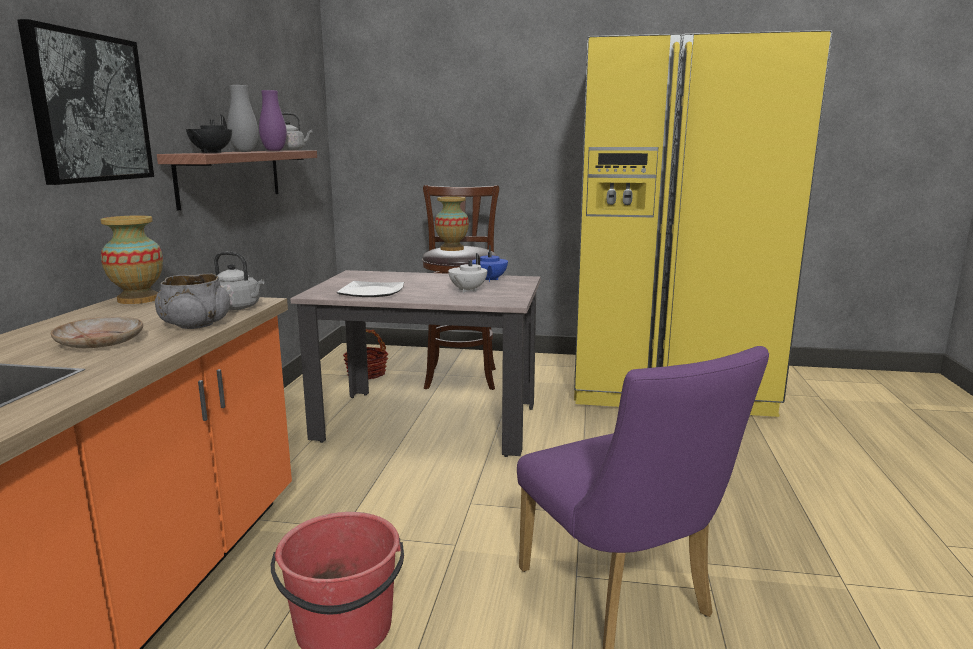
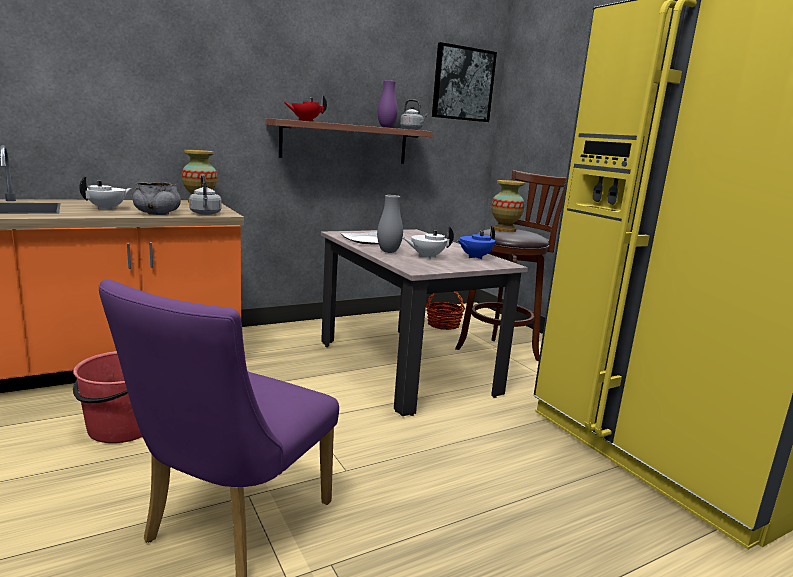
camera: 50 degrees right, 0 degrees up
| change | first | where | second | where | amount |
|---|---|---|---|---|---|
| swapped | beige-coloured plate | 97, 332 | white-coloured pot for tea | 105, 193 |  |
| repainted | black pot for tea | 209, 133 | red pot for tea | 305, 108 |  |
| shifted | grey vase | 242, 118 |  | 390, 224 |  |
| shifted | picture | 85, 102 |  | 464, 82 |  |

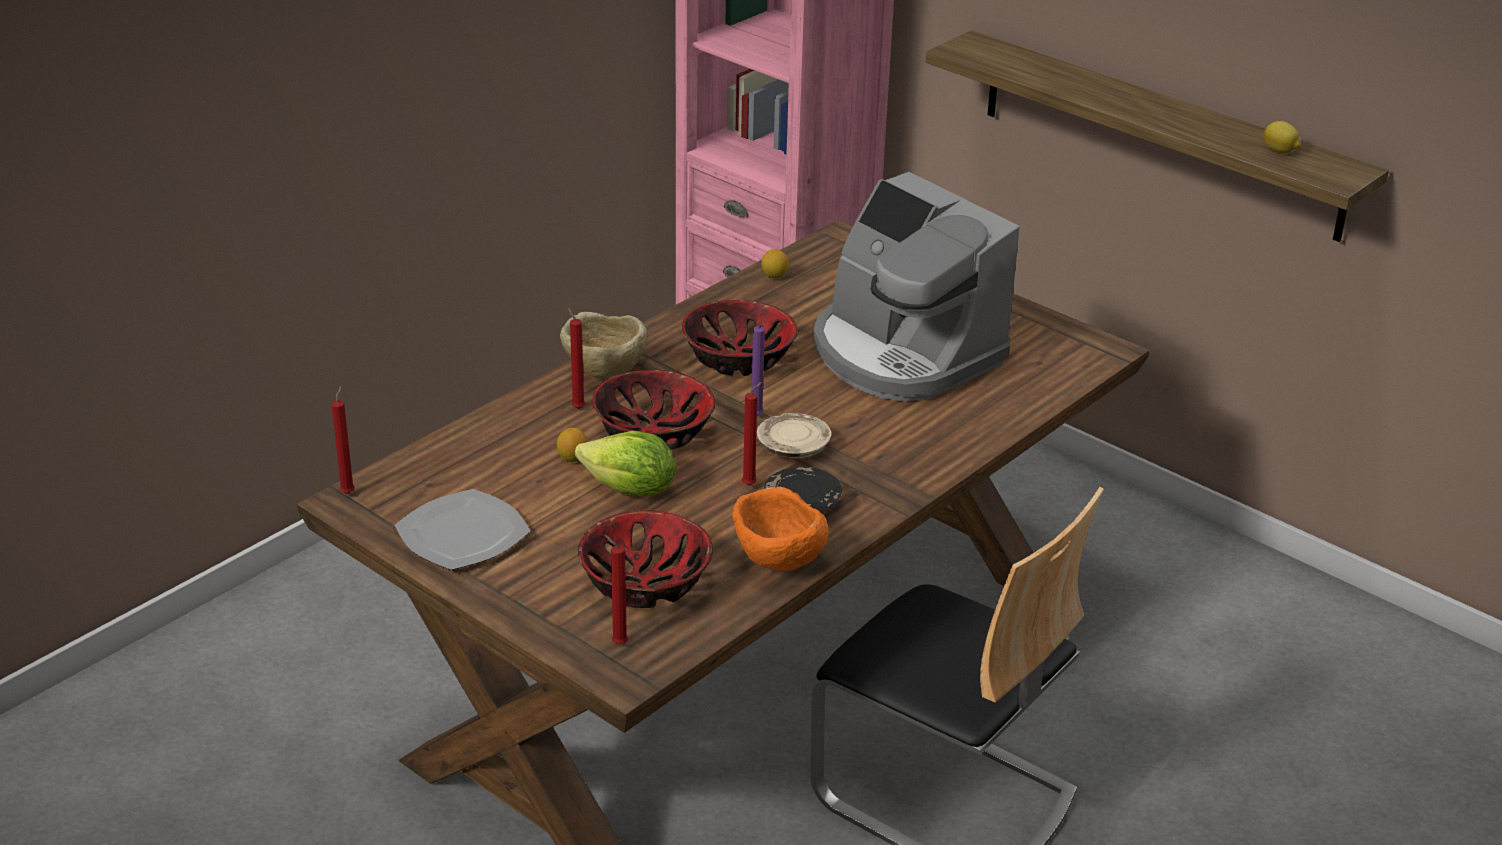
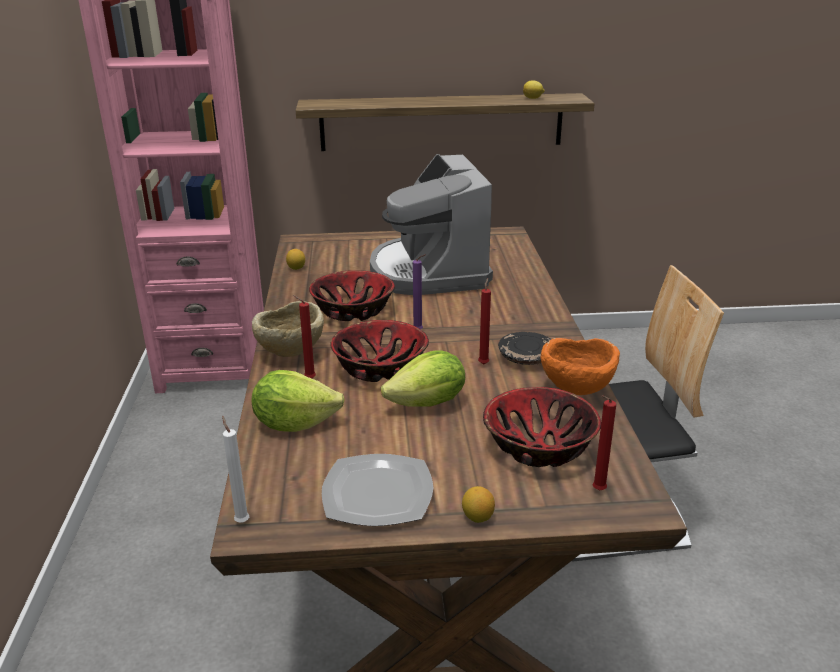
camera: 45 degrees left, 5 degrees down
| change | first | where | second | where | amount |
|---|---|---|---|---|---|
| repainted | red wax candle | 343, 440 | white-coloured wax candle | 235, 469 |  |
| new |  |  | lettuce head | 298, 401 |  |
| rotated | coffee maker | 916, 287 |  | 431, 224 | 75 degrees clockwise |
| shifted | whole lemon | 572, 445 |  | 478, 504 |  |
| gone | beige-coloured plate | 794, 435 |  |  |  |

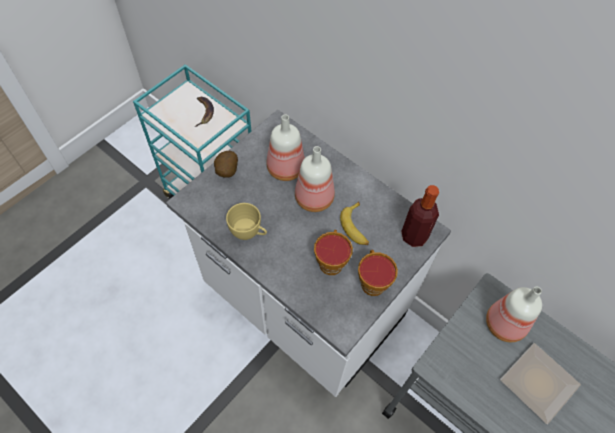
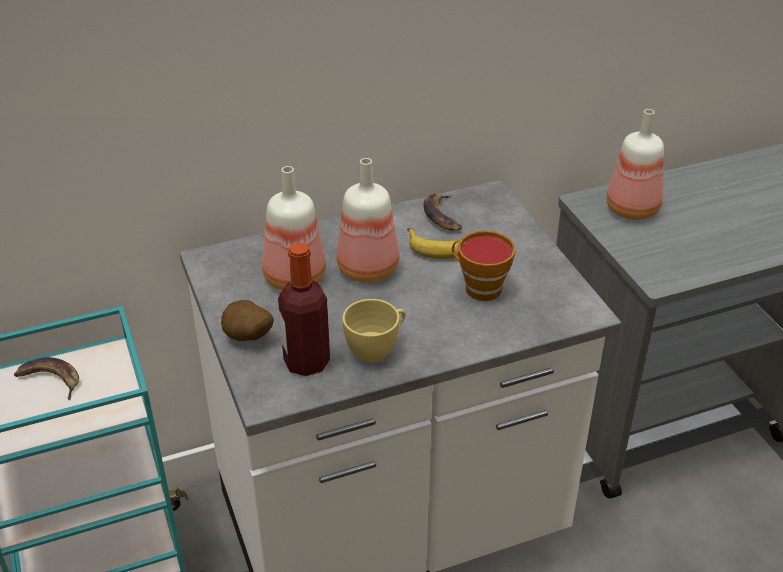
camera: 60 degrees left, 20 degrees down
| change | first | where | second | where | amount |
|---|---|---|---|---|---|
| shifted | bottle | 420, 216 |  | 304, 309 |  |
| new |  |  | banana | 443, 212 |  |
| gone | small cup | 378, 273 |  |  |  |
| gone | plate | 540, 383 |  |  |  |

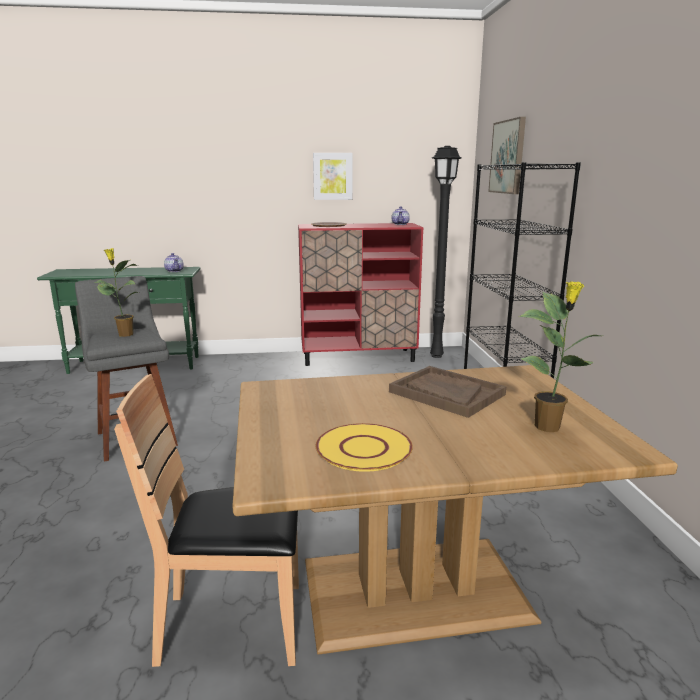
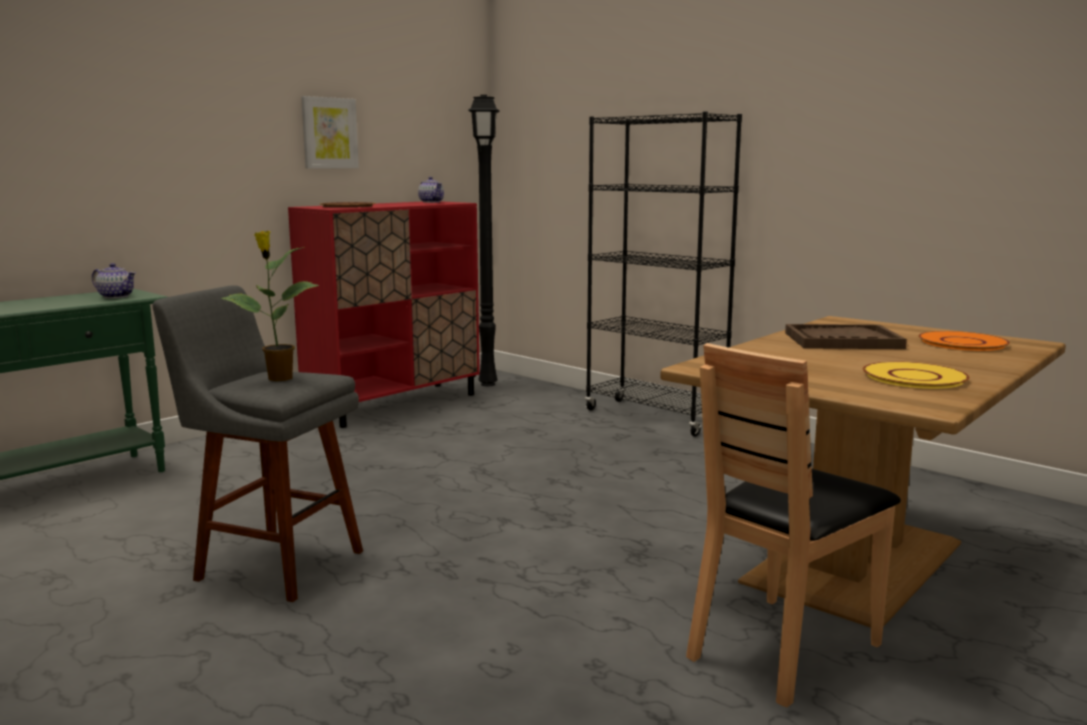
camera: 40 degrees left, 5 degrees down
| change | first | where | second | where | amount |
|---|---|---|---|---|---|
| swapped | plant in a pot | 560, 356 | orangey plate | 964, 341 |  |
| gone | picture | 507, 155 |  |  |  |

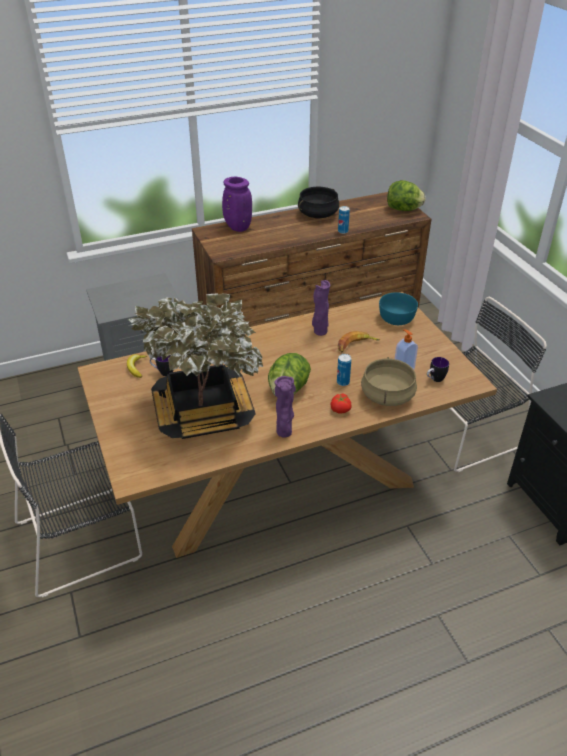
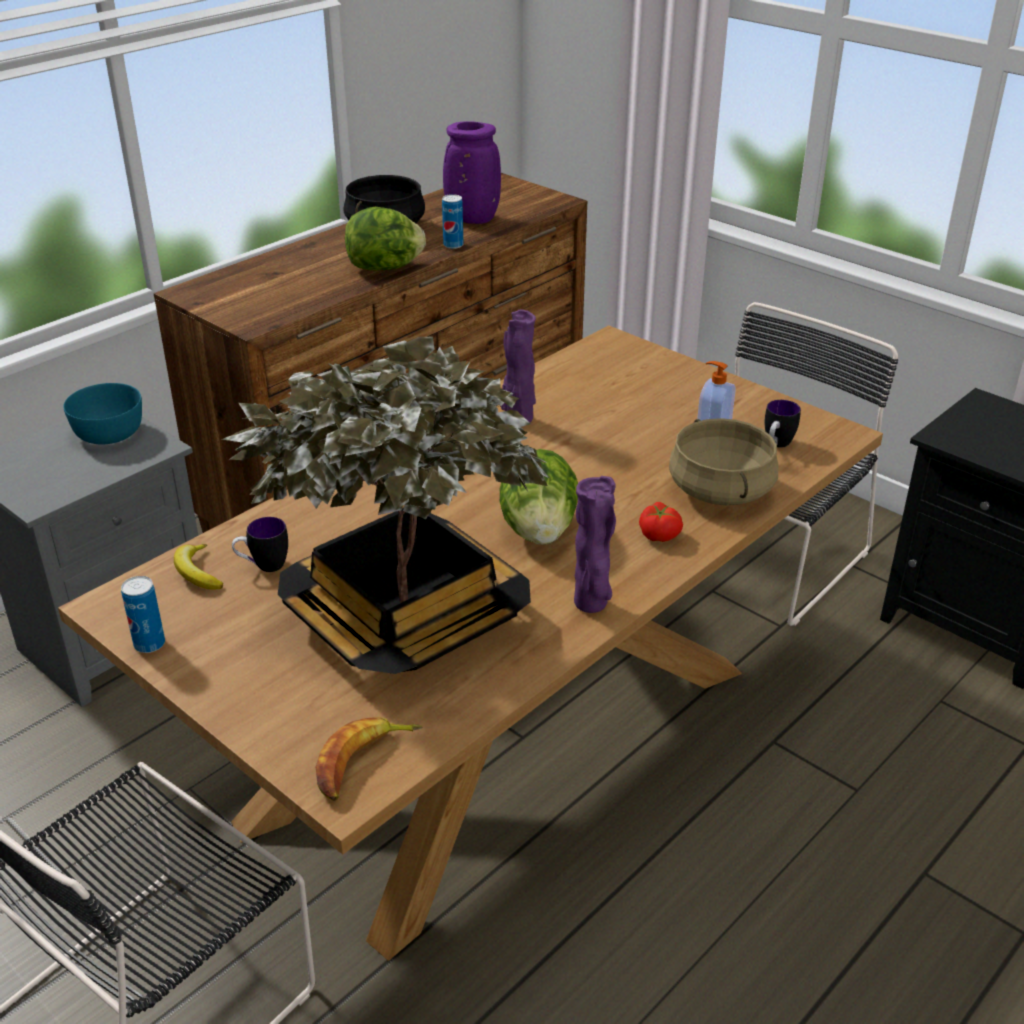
camera: 25 degrees left, 5 degrees down
| change | first | where | second | where | amount |
|---|---|---|---|---|---|
| shifted | turquoise-coloured bowl | 398, 308 |  | 102, 414 |  |
| shifted | metal can | 344, 370 |  | 143, 614 |  |
| shifted | banana | 359, 341 |  | 369, 759 |  |
| shifted | lettuce head | 406, 195 |  | 385, 239 |  |
| shifted | purple-coloured vase | 237, 204 |  | 472, 172 |  |

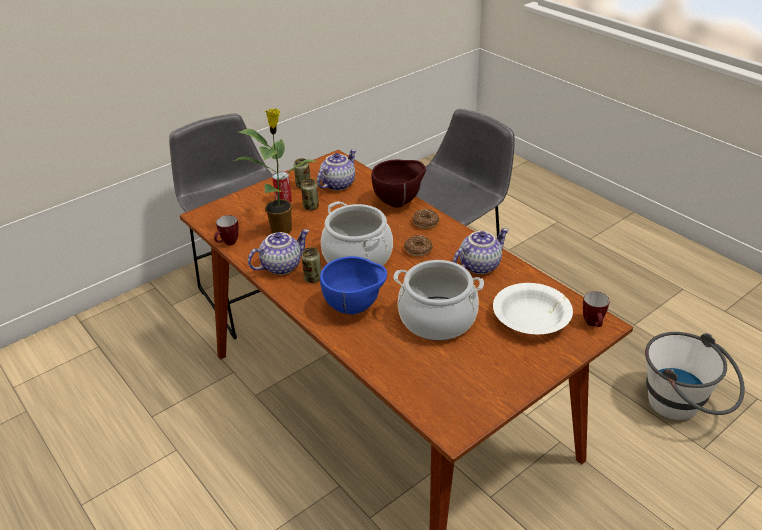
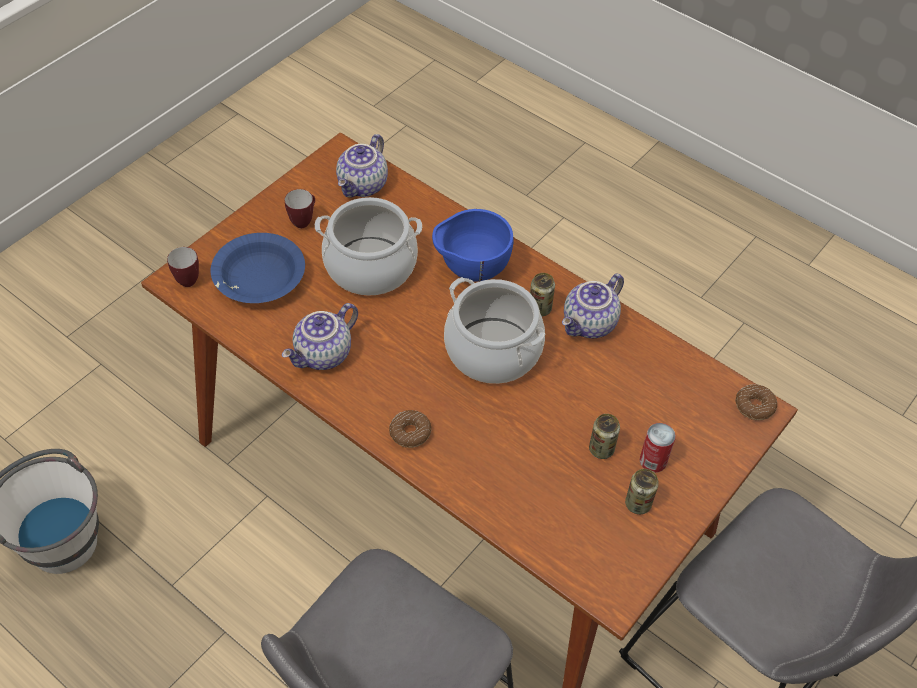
camera: 165 degrees right, 15 degrees up
| change | first | where | second | where | amount |
|---|---|---|---|---|---|
| repainted | white-coloured bowl | 533, 308 | blue bowl | 258, 268 |  |
| shifted | coffee mug | 226, 230 |  | 300, 208 |  |
| shifted | pot for tea | 337, 170 |  | 362, 166 |  |
| shifted | doughnut | 418, 245 |  | 756, 402 |  |
| gone | plant in a pot | 276, 171 |  |  |  |
| gone | brown bowl | 398, 183 |  |  |  |

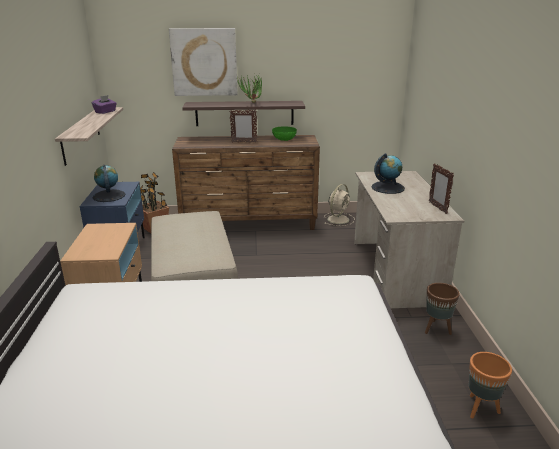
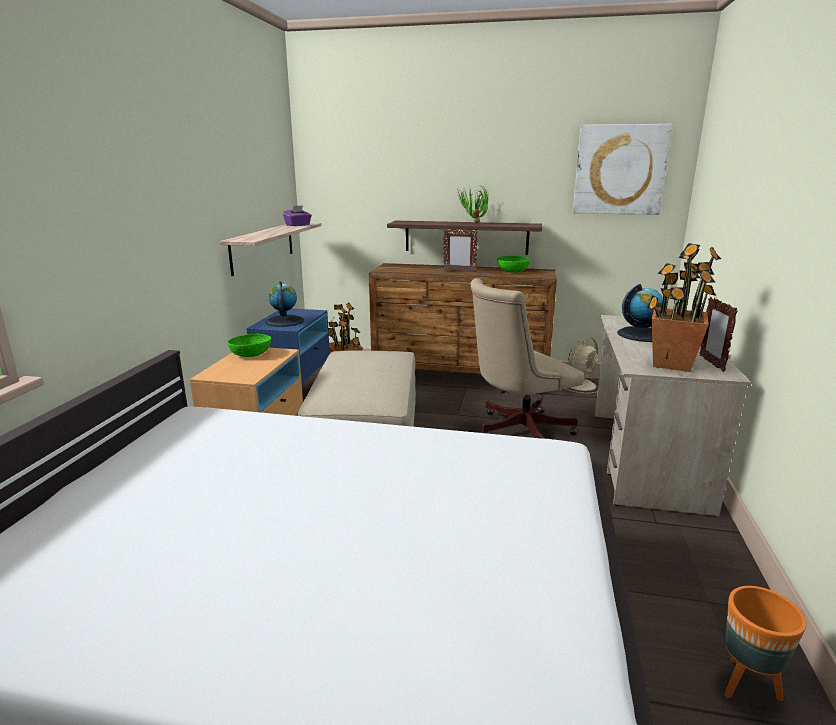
camera: 15 degrees right, 5 degrees down
| change | first | where | second | where | amount |
|---|---|---|---|---|---|
| new |  |  | green bowl | 249, 345 |  |
| new |  |  | beige-coloured desk chair | 527, 358 |  |
| shifted | picture | 203, 62 |  | 622, 169 |  |
| new |  |  | plant in a pot | 684, 307 |  |
| gone | brown plant pot | 442, 309 |  |  |  |

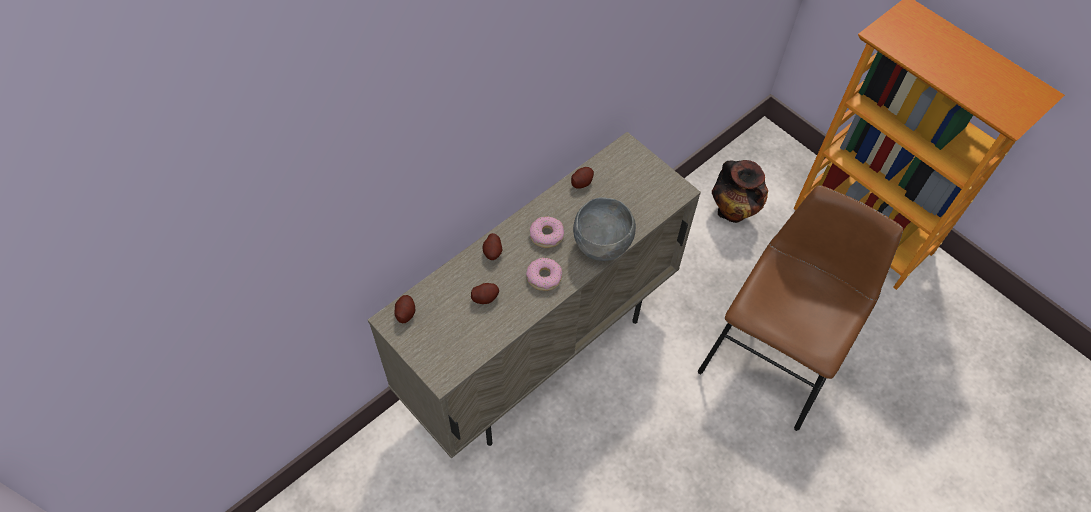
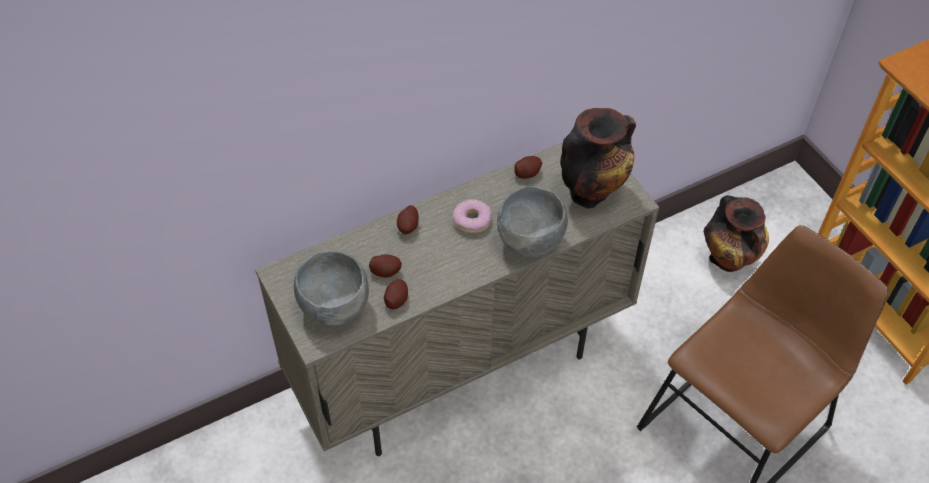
camera: 15 degrees right, 5 degrees down
| change | first | where | second | where | amount |
|---|---|---|---|---|---|
| new |  |  | grey bowl | 331, 288 |  |
| shifted | whole potato | 404, 309 |  | 396, 294 |  |
| new |  |  | vase | 598, 158 |  |
| gone | doughnut | 544, 274 |  |  |  |

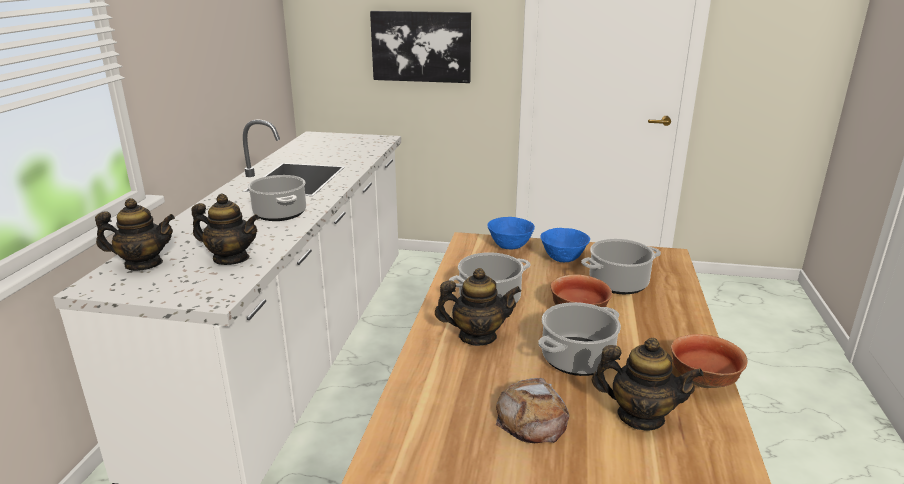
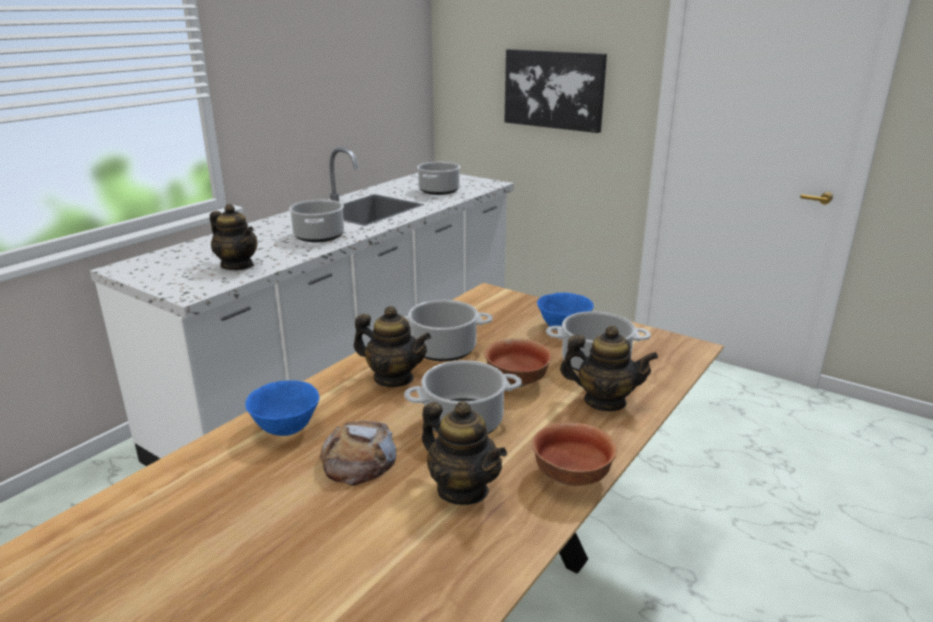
camera: 25 degrees right, 0 degrees up
| change | first | where | second | where | amount |
|---|---|---|---|---|---|
| shifted | blue bowl | 511, 233 |  | 282, 408 |  |
| new |  |  | stockpot | 439, 178 |  |
| shifted | pot for tea | 135, 234 |  | 609, 368 |  |

